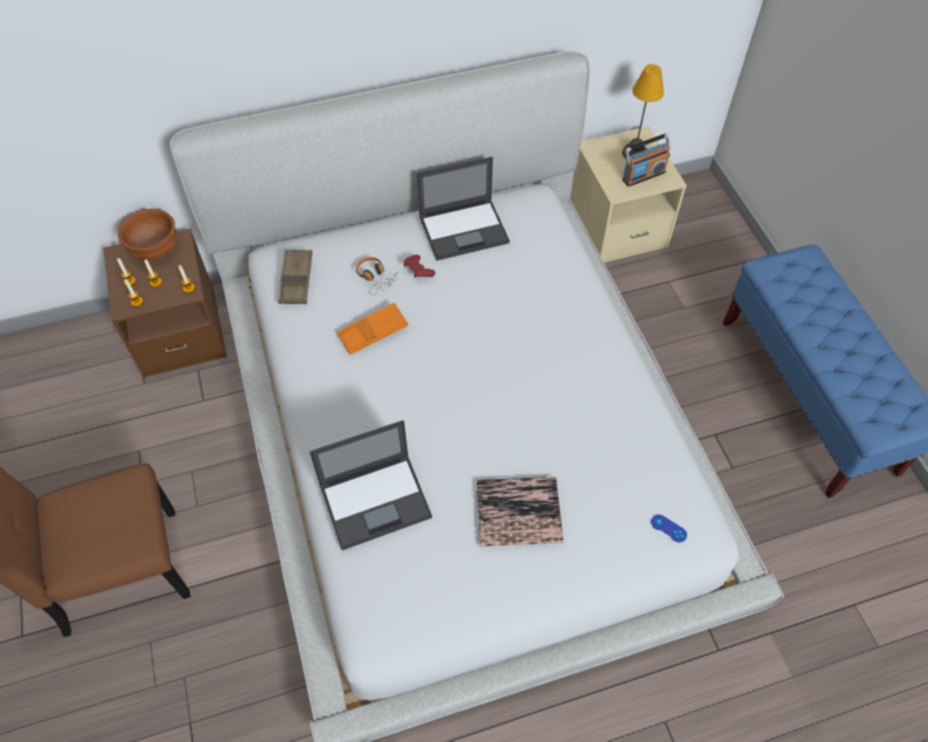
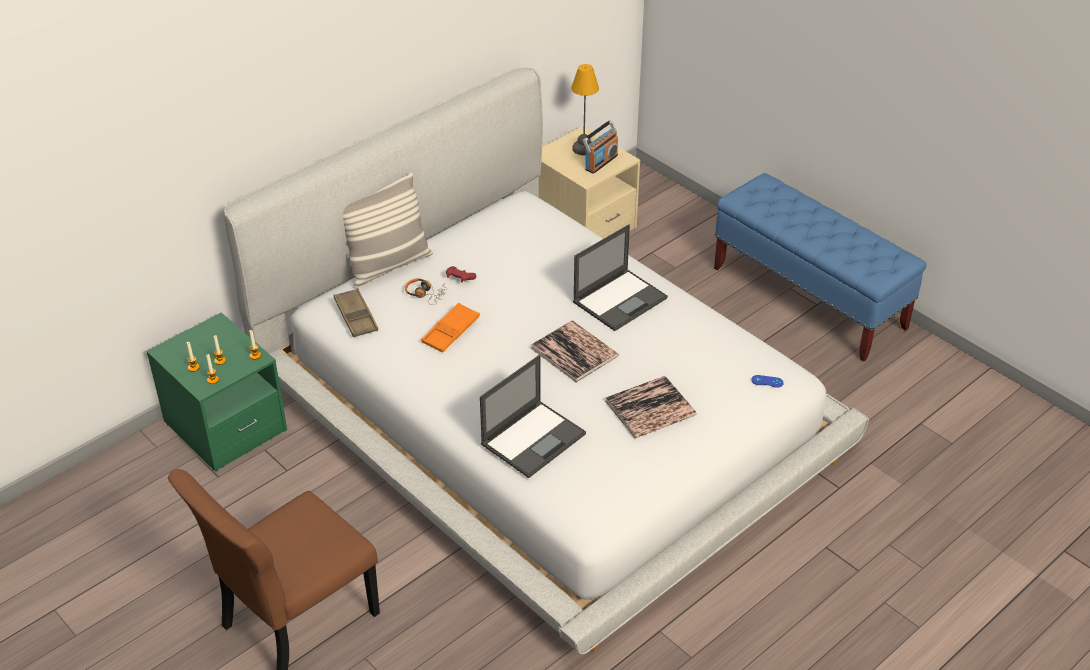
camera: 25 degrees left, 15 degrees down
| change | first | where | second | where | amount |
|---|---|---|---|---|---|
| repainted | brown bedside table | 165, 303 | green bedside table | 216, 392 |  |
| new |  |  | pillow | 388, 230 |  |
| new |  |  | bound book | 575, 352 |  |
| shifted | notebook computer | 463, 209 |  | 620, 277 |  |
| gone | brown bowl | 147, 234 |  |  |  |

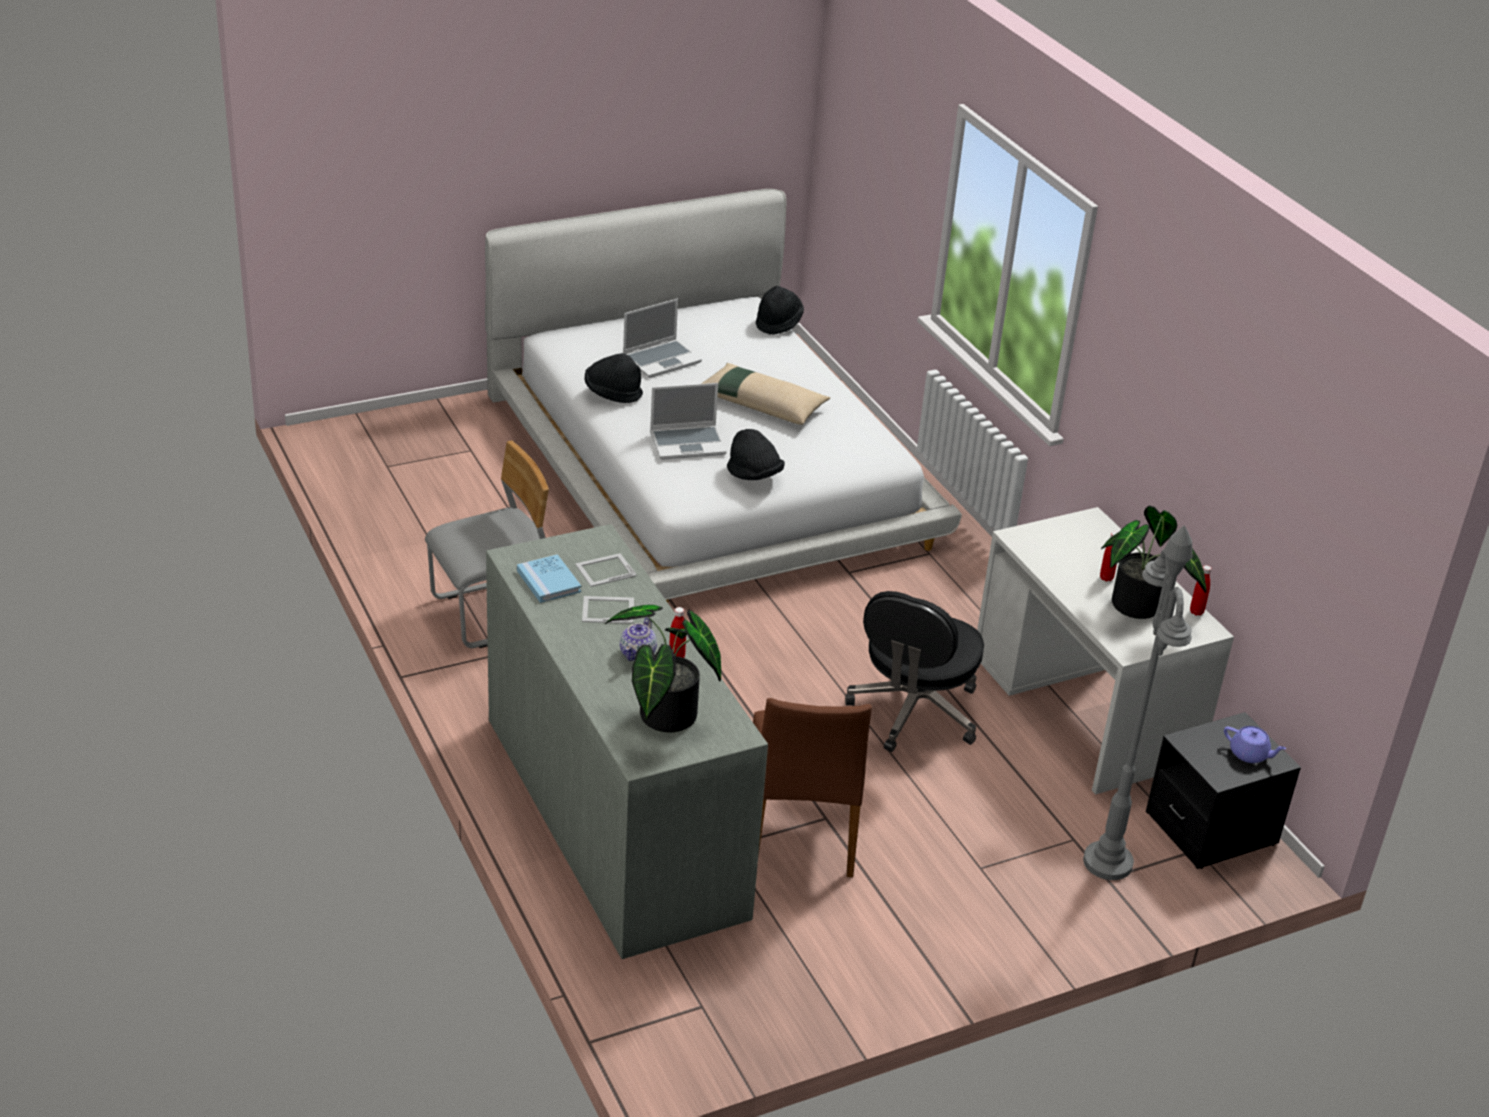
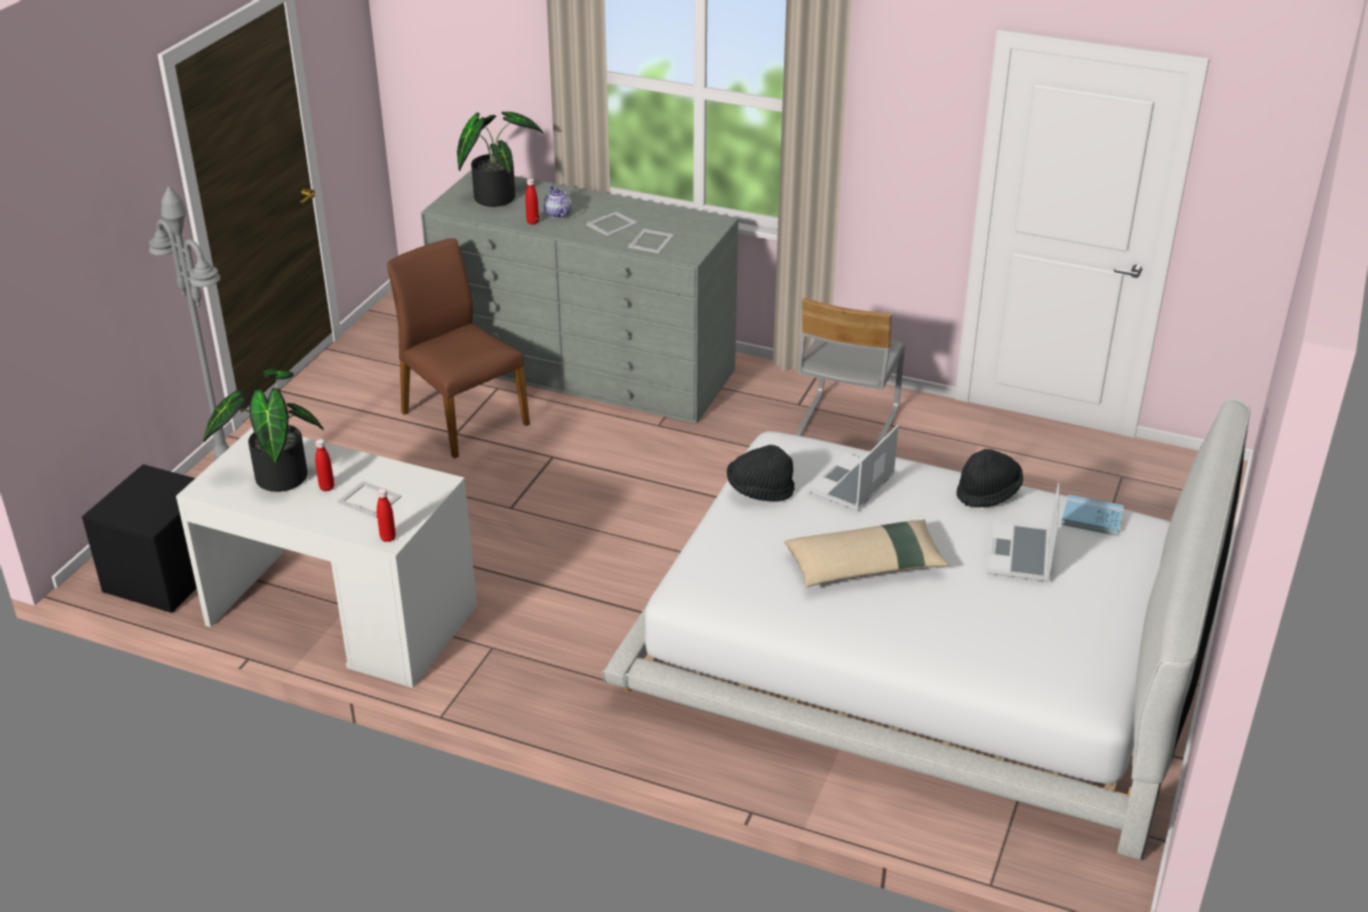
camera: 140 degrees right, 0 degrees up
| change | first | where | second | where | amount |
|---|---|---|---|---|---|
| new |  |  | standing frame | 369, 499 |  |
| shifted | red bottle | 1201, 590 |  | 386, 515 |  |
| shifted | blue bound book | 549, 578 |  | 1092, 515 |  |
| gone | black clothing hat | 780, 310 |  |  |  |
| gone | black desk chair | 914, 671 |  |  |  |
| gone | purple-coloured pot for tea | 1255, 744 |  |  |  |

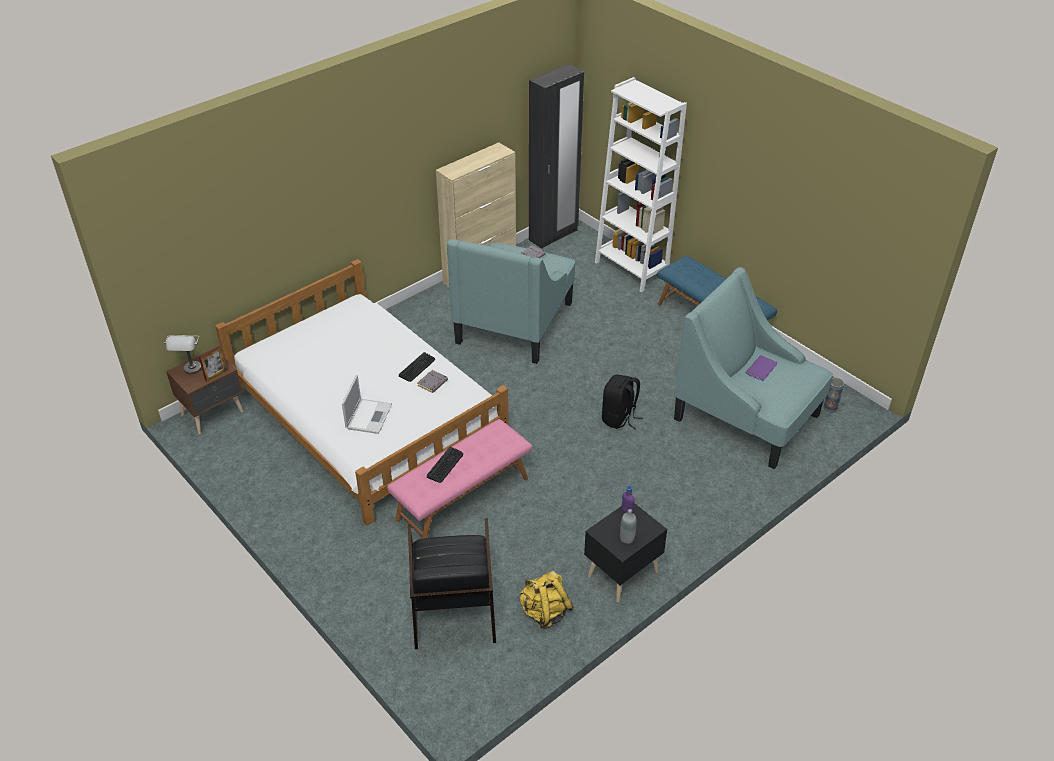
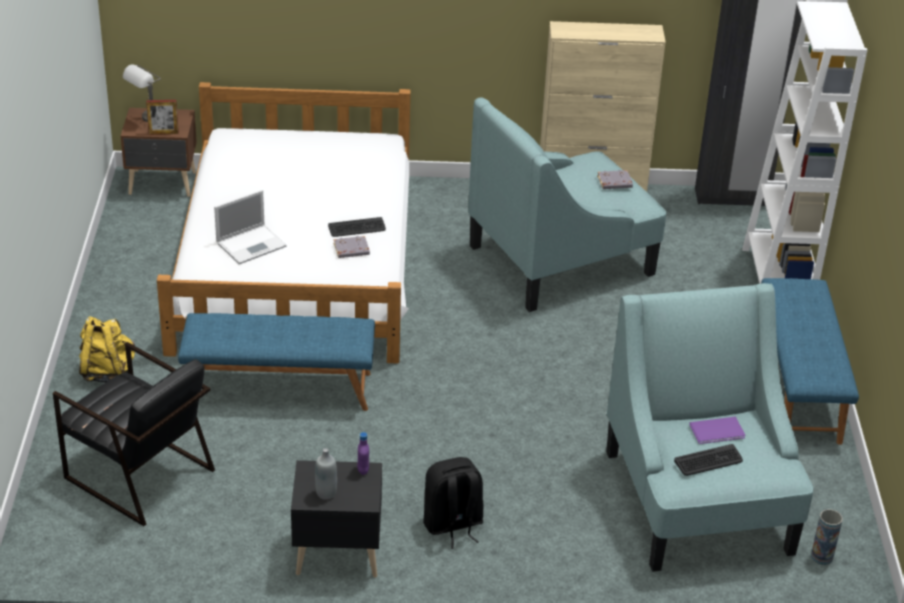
camera: 40 degrees right, 5 degrees down
| change | first | where | second | where | amount |
|---|---|---|---|---|---|
| rotated | black armchair | 452, 583 |  | 134, 434 | 90 degrees counterclockwise |
| shifted | yellow knapsack | 546, 600 |  | 107, 349 |  |
| repainted | pink bench | 459, 479 | blue bench | 276, 362 |  |
| shifted | black knapsack | 622, 401 |  | 453, 503 |  |
| shifted | keyboard | 445, 465 |  | 708, 460 |  |

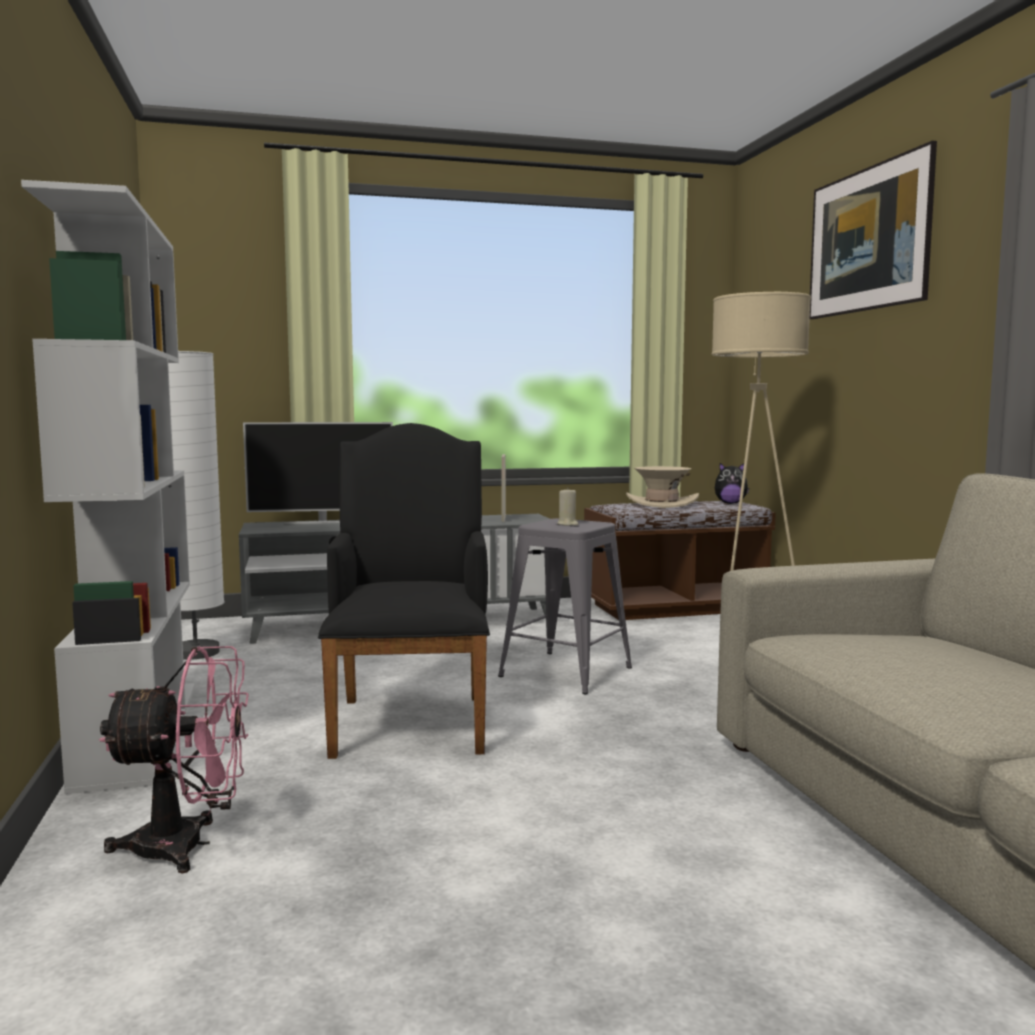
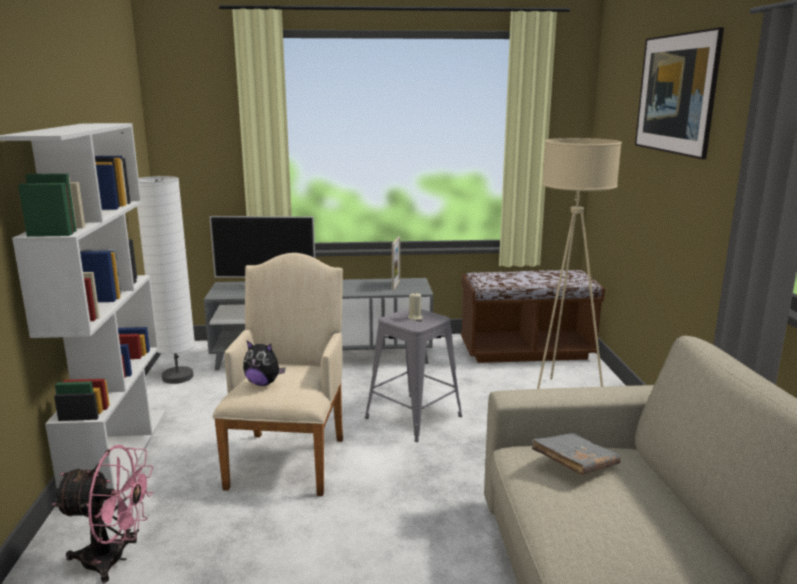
camera: 10 degrees right, 10 degrees up
| change | first | where | second | where | amount |
|---|---|---|---|---|---|
| repainted | black armchair | 404, 591 | beige-coloured armchair | 277, 374 |  |
| shifted | cuddly toy | 732, 483 |  | 264, 363 |  |
| new |  |  | grey bound book | 575, 454 |  |
| gone | beige-coloured clothing hat | 662, 487 |  |  |  |

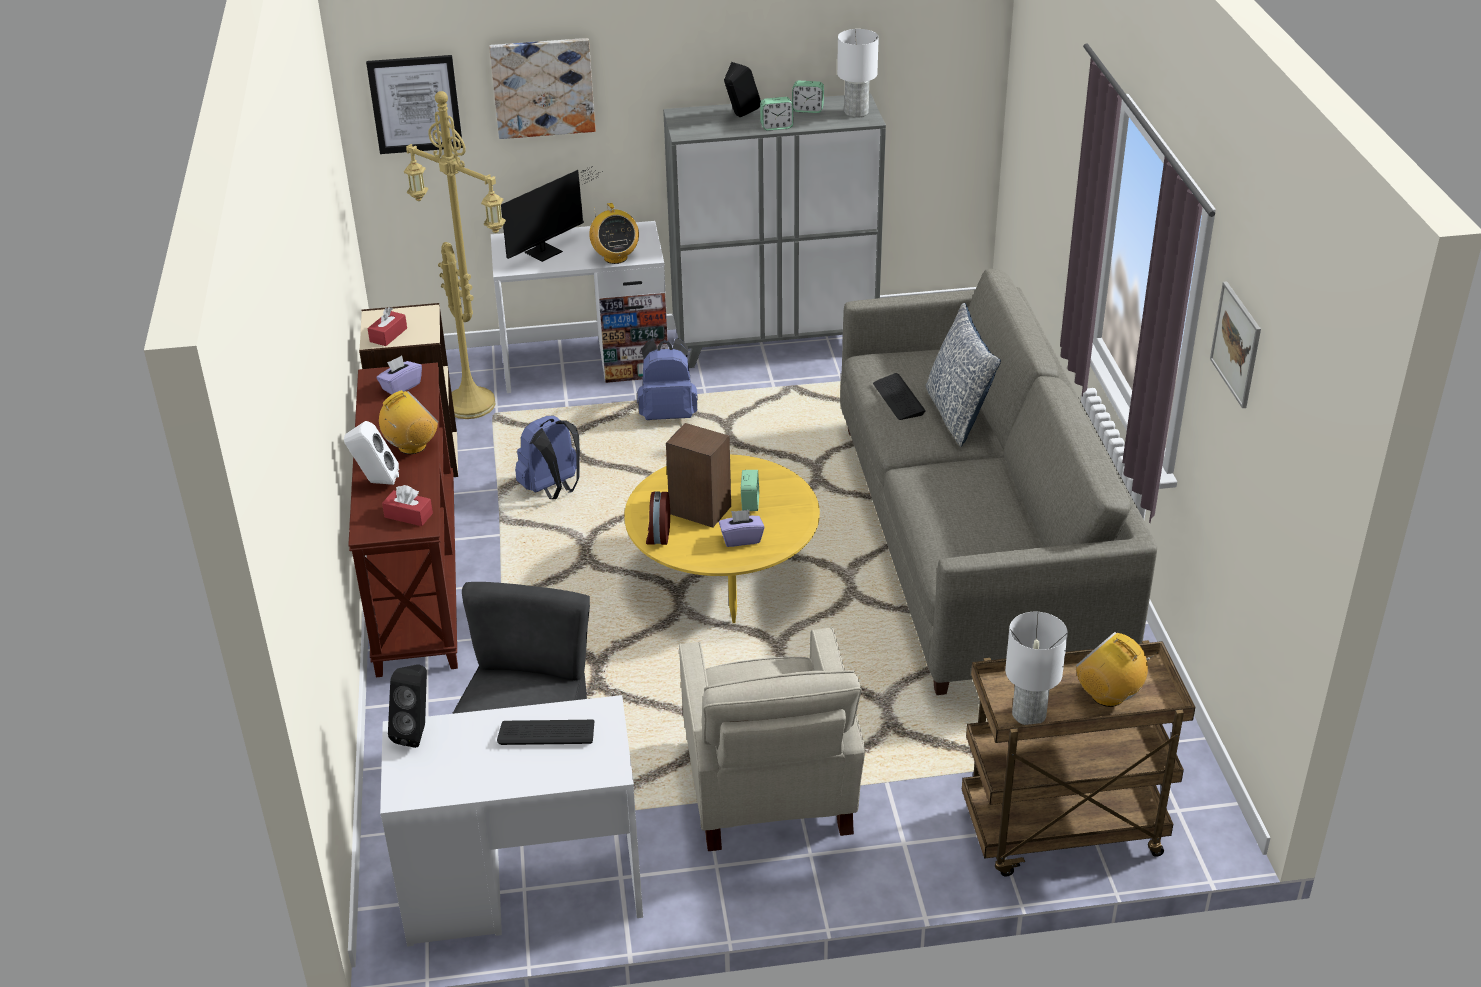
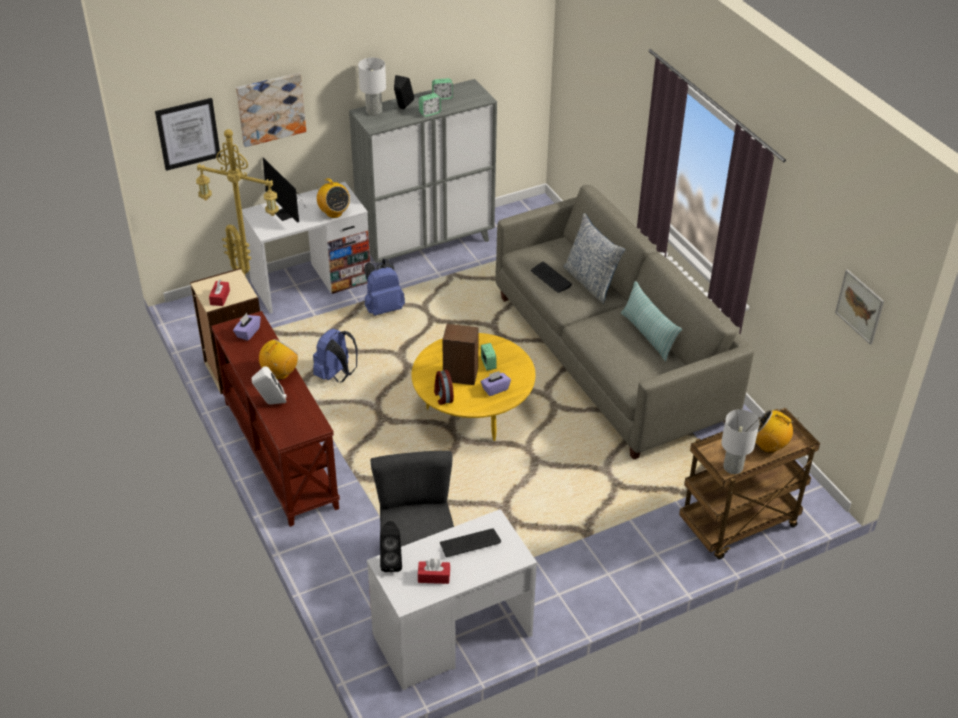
camera: 20 degrees left, 5 degrees up
| change | first | where | second | where | amount |
|---|---|---|---|---|---|
| rotated | monitor | 552, 214 |  | 285, 190 | 120 degrees clockwise |
| shifted | white-coloured tabletop lamp | 858, 73 |  | 372, 86 |  |
| shifted | red tissue holder | 407, 505 |  | 434, 571 |  |
| new |  |  | pillow | 651, 321 |  |
| shifted | picture | 1235, 344 |  | 859, 307 |  |
| gone | beige-coloured armchair | 772, 739 |  |  |  |

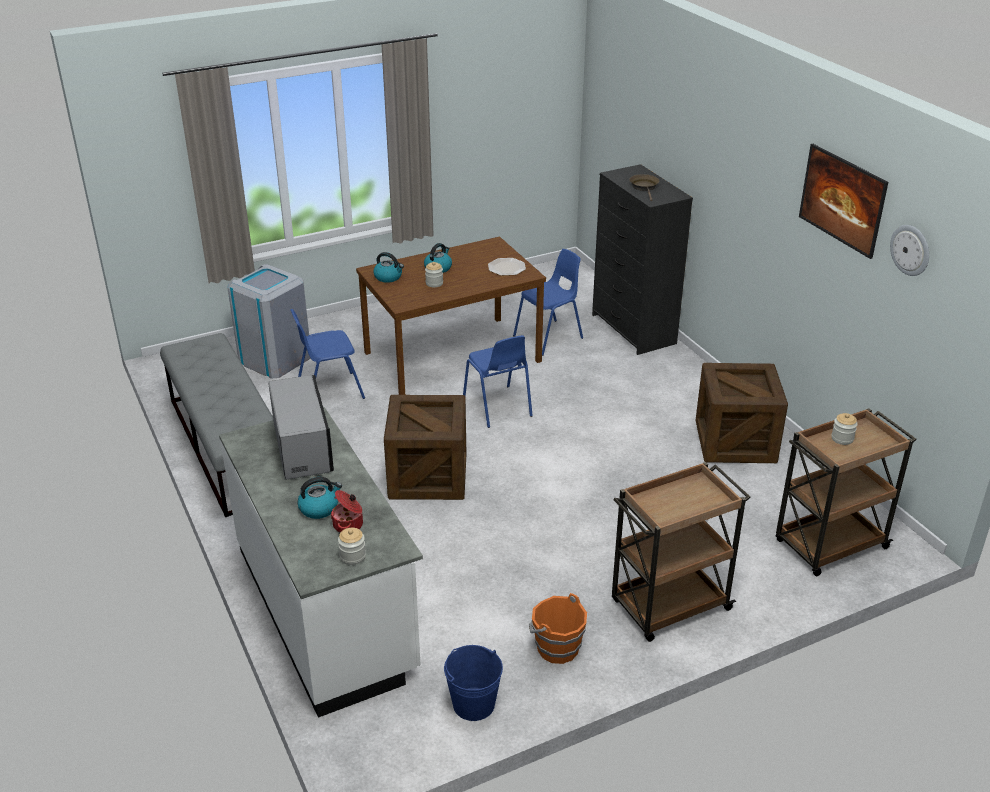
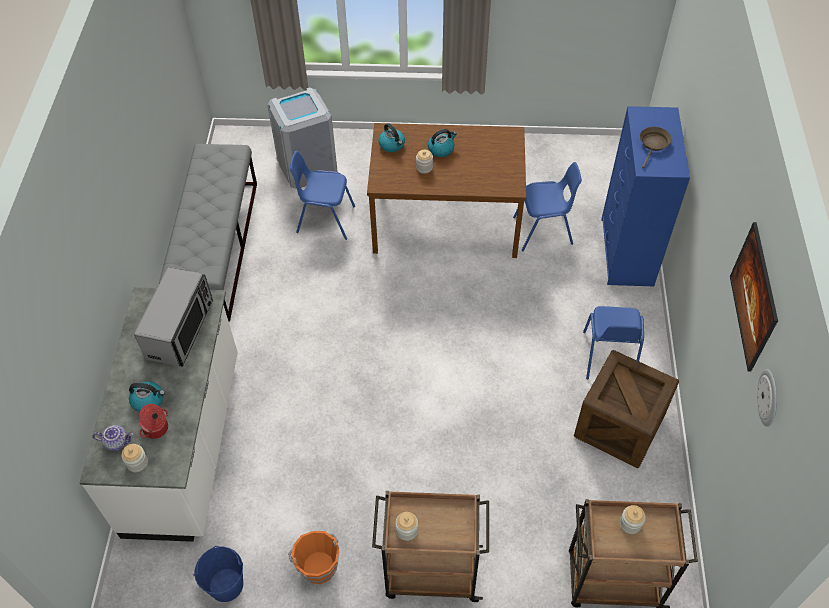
camera: 30 degrees right, 20 degrees up
| change | first | where | second | where | amount |
|---|---|---|---|---|---|
| new |  |  | pot for tea | 113, 438 |  |
| new |  |  | jar | 406, 526 |  |
| shifted | blue plain chair | 498, 381 |  | 613, 342 |  |
| repainted | black dresser | 642, 259 | blue dresser | 645, 196 |  |
| gone | shipping crate | 425, 447 |  |  |  |
| gone | plate | 507, 267 |  |  |  |

